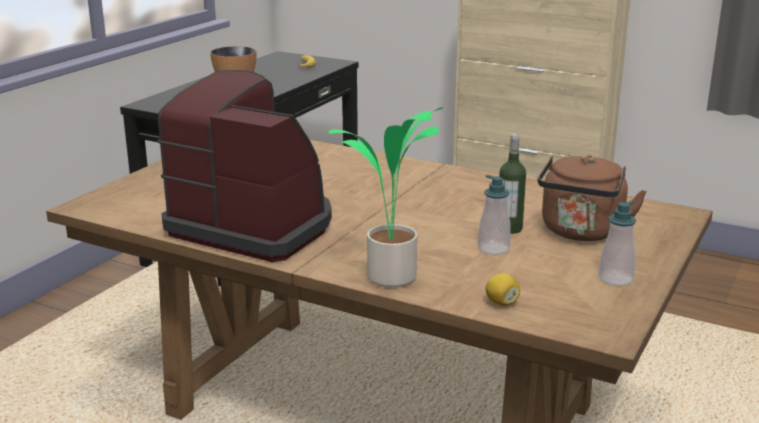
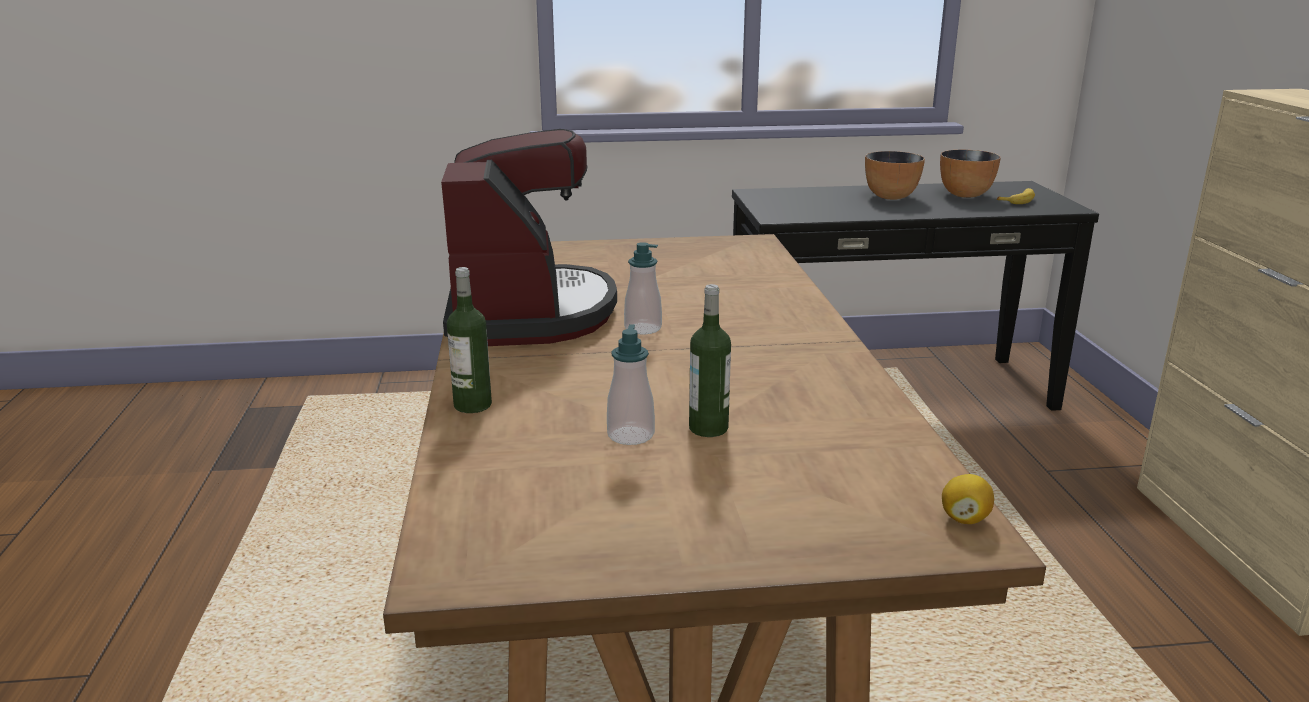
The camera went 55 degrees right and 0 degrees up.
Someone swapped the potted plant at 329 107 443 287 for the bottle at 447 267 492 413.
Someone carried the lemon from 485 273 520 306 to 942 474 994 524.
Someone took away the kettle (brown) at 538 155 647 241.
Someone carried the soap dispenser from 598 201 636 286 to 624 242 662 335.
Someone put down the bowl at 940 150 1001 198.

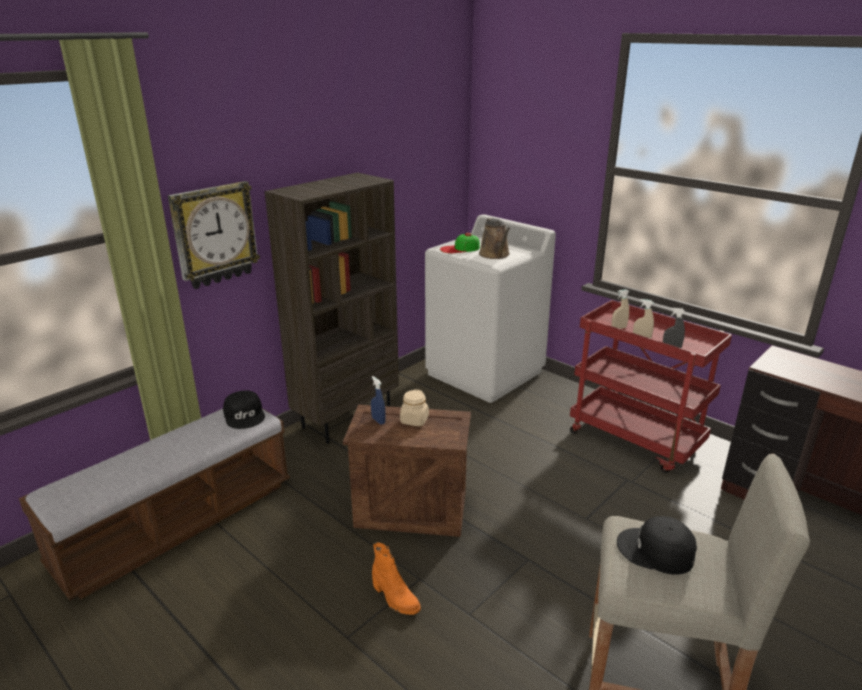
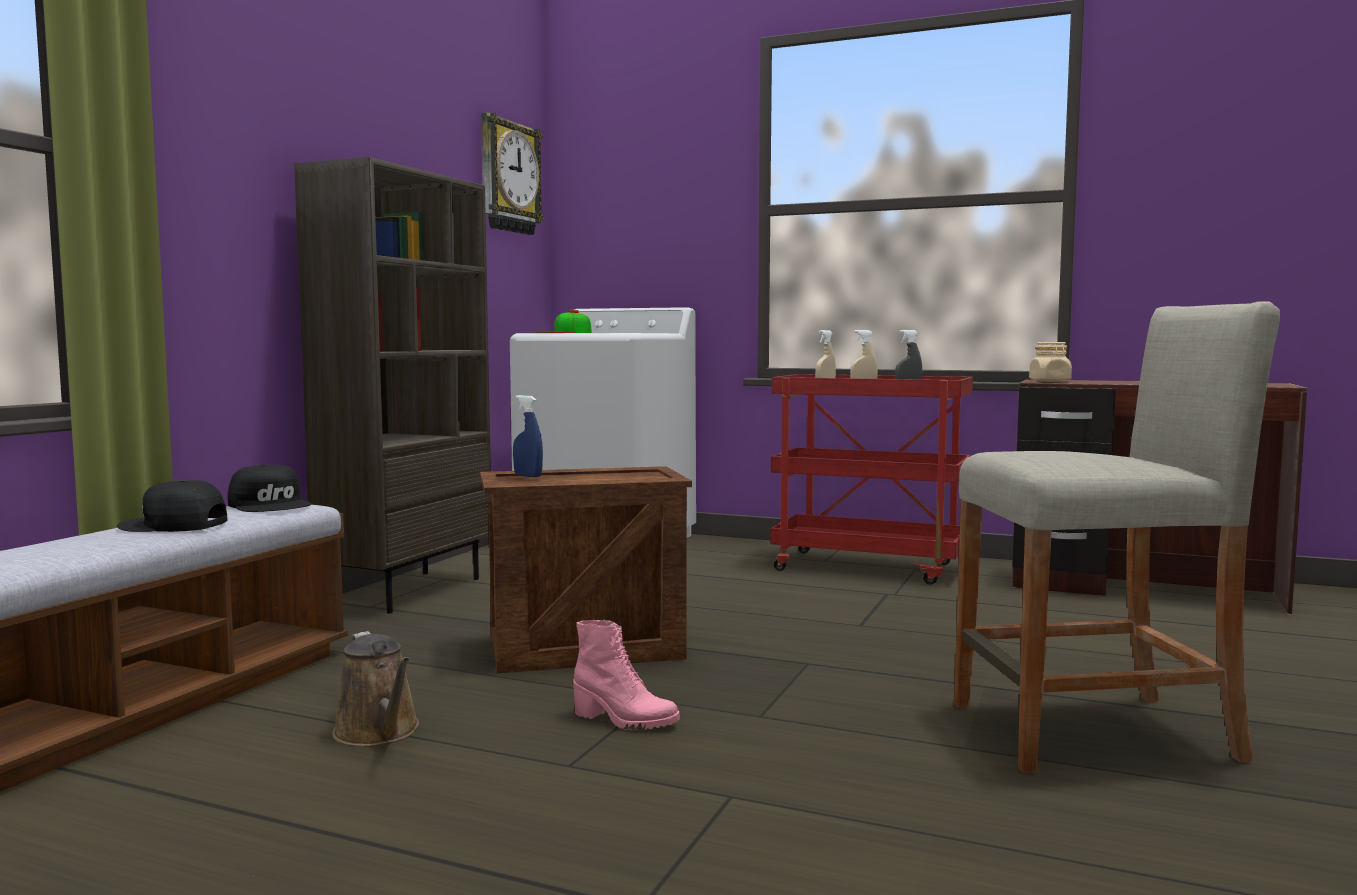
The camera went 20 degrees left and 20 degrees down.
Someone carried the wall clock from 168 181 260 289 to 481 112 544 235.
Someone repainted the boot (orange) at 372 542 421 615, which became the boot (pink) at 573 620 680 730.
Someone carried the jar (beige) from 400 389 429 426 to 1029 342 1072 382.
Someone carried the watering can (brown) from 479 218 510 259 to 332 631 419 747.
Someone carried the cap (black) from 617 516 697 575 to 117 480 228 532.

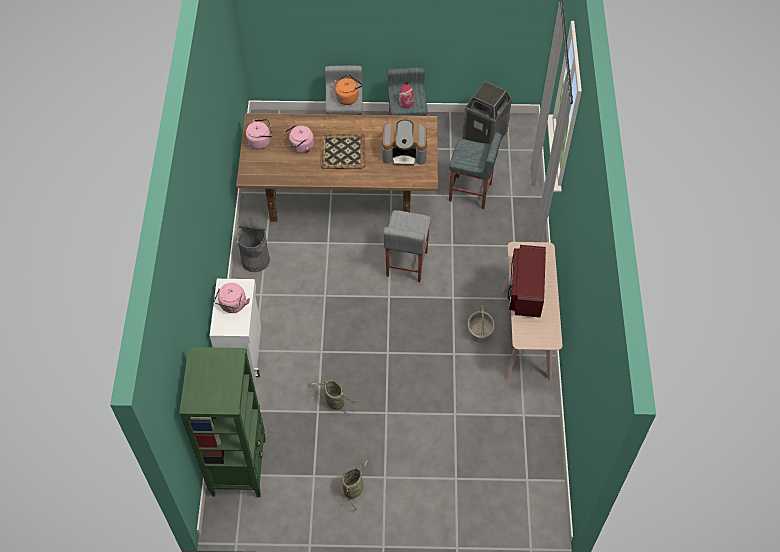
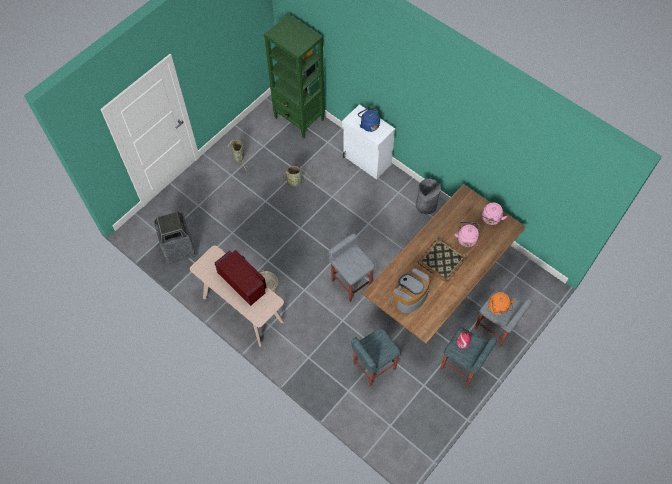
The camera went 130 degrees right and 5 degrees up.
Someone repainted the kettle (pink) at 214 283 250 313, which became the kettle (blue) at 358 106 380 132.
Someone carried the trash can from 462 81 512 144 to 154 212 196 264.

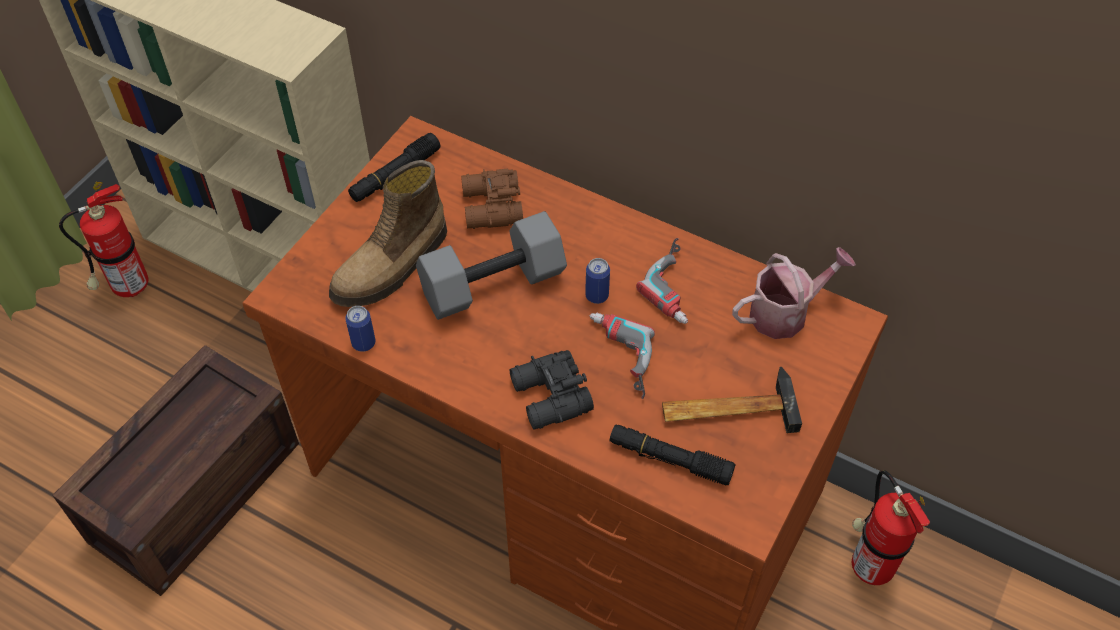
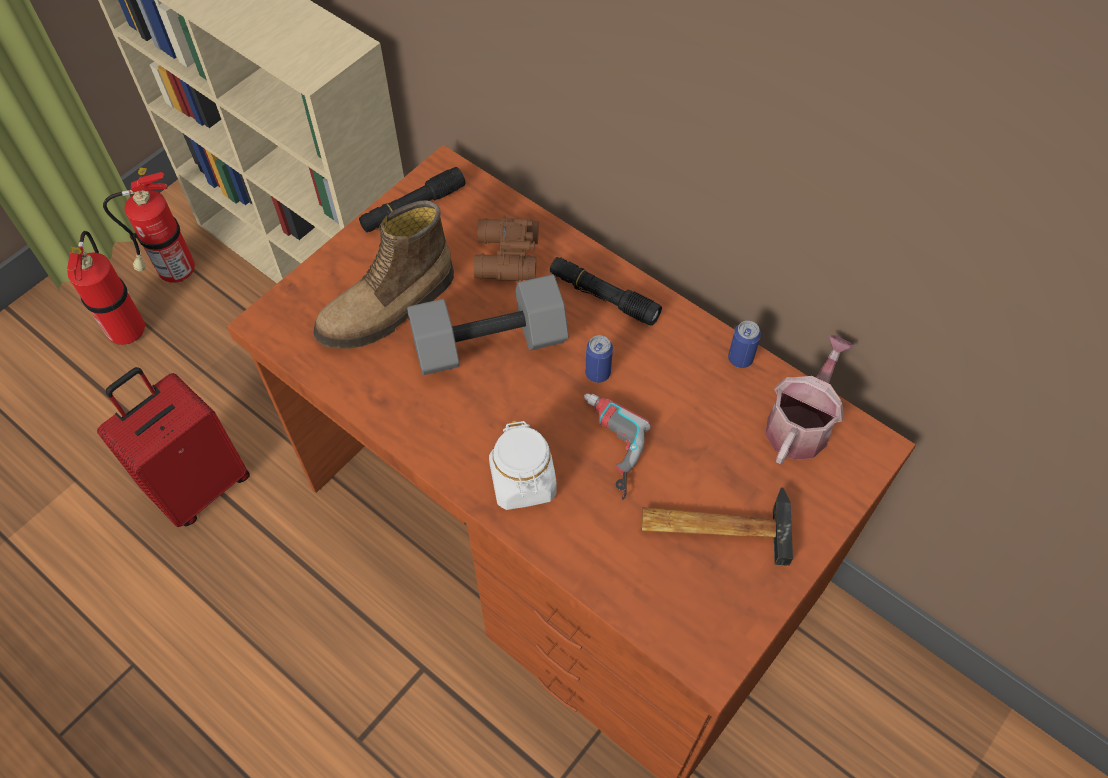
The camera went 10 degrees right and 5 degrees up.
Someone swapped the crate at 52 345 299 596 for the suitcase (red) at 97 367 250 527.
Someone carried the can from 345 306 376 352 to 728 321 761 368.
Someone swapped the binoculars (black) at 510 350 594 429 for the jar (white) at 489 421 557 510.
Someone carried the flashlight (black) from 610 424 735 485 to 550 257 662 326.
Someone took away the power drill at 636 238 688 324.
Someone rotated the watering can at 732 247 856 339 by 45 degrees counterclockwise.
Someone carried the fire extinguisher from 852 470 930 585 to 67 231 145 345.

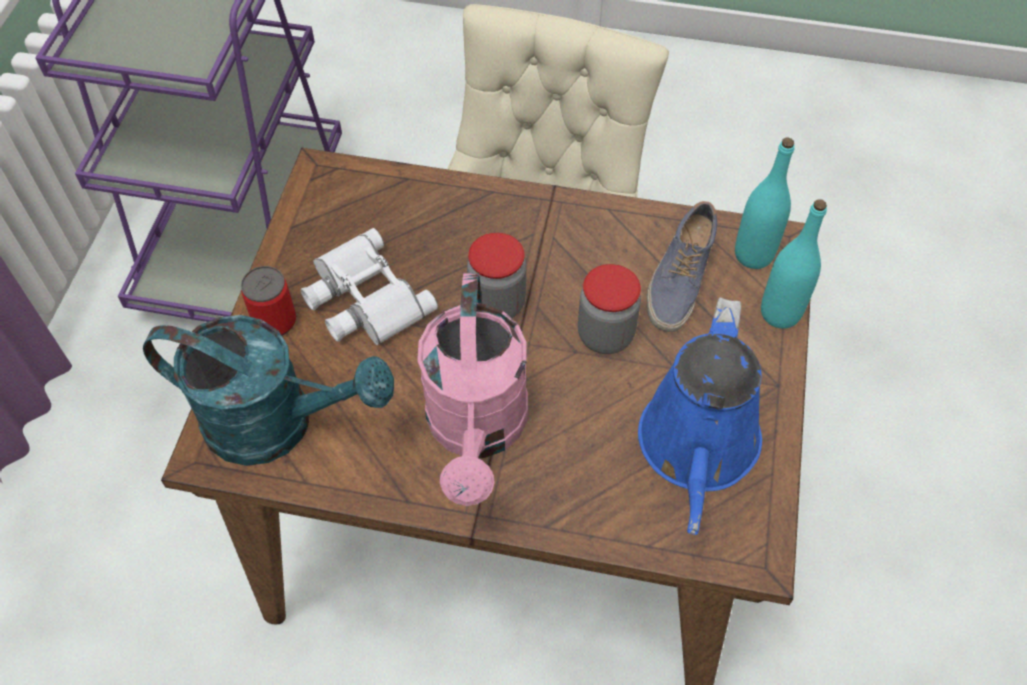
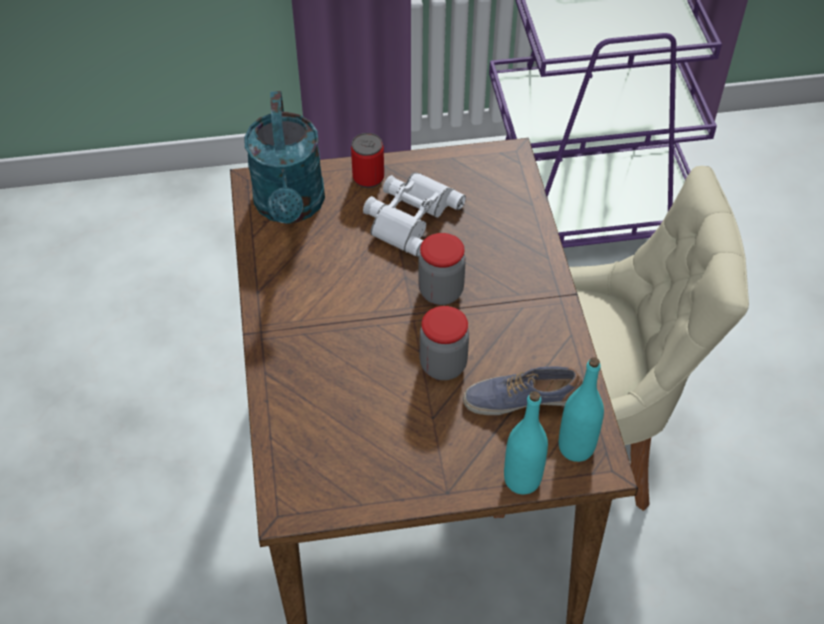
The camera went 70 degrees right and 5 degrees down.
Someone took away the watering can (pink) at 417 273 528 506.
Someone took away the watering can (blue) at 638 297 762 535.

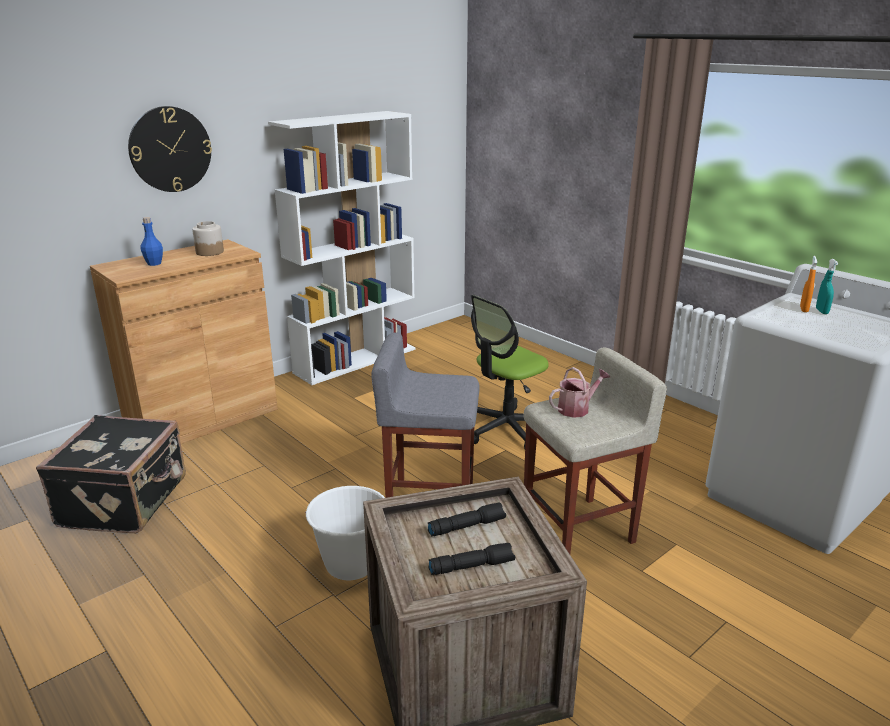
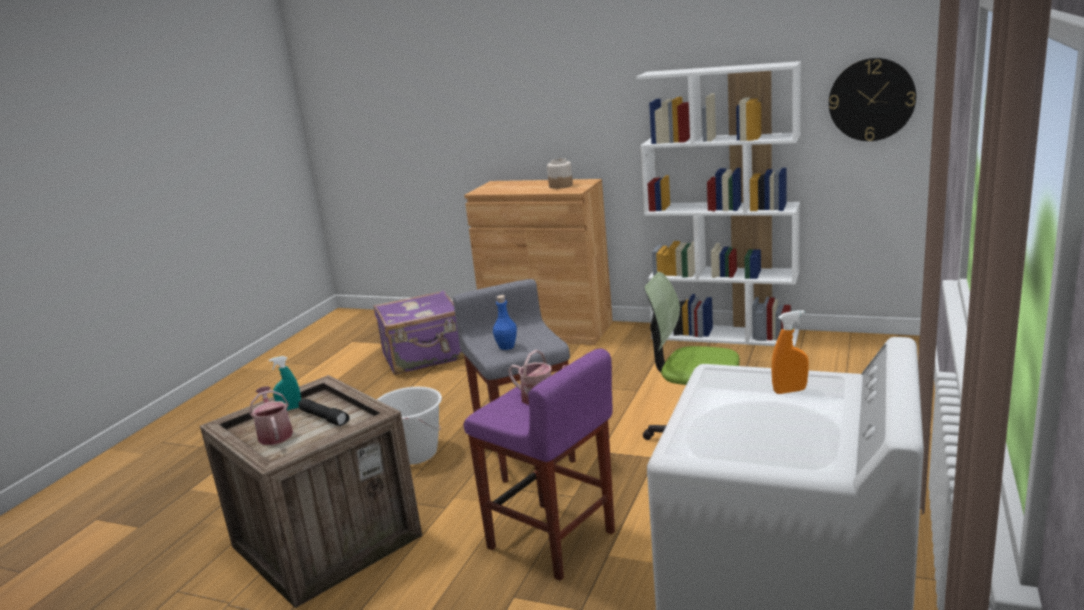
The camera went 65 degrees right and 5 degrees down.
Someone repainted the suitcase (black) at 36 415 186 533, which became the suitcase (purple) at 373 290 465 375.
Someone carried the wall clock from 128 106 212 192 to 829 58 916 141.
Someone carried the bottle (blue) from 141 217 163 266 to 493 295 517 350.
Someone swapped the flashlight (black) at 428 543 515 575 for the watering can at 250 386 293 445.
Someone repainted the stool (beige) at 524 347 667 554, which became the stool (purple) at 464 348 615 581.
Someone carried the spray bottle (turquoise) from 816 259 838 314 to 269 356 301 411.

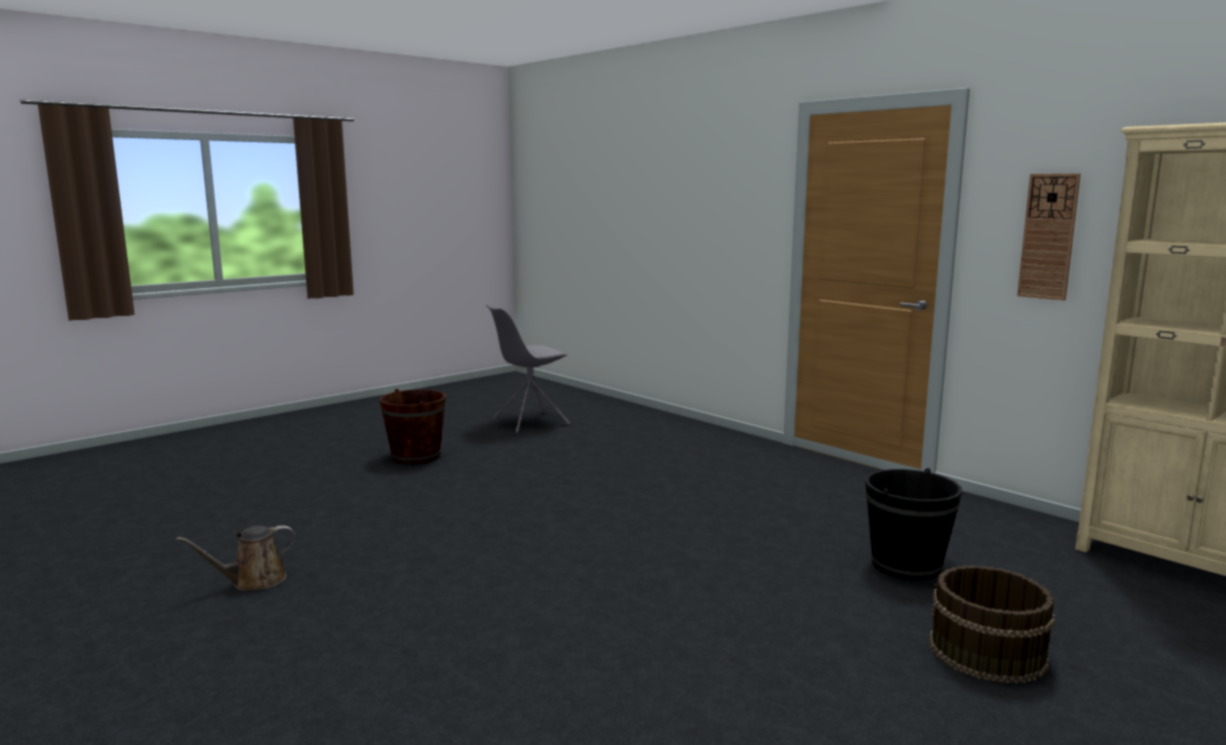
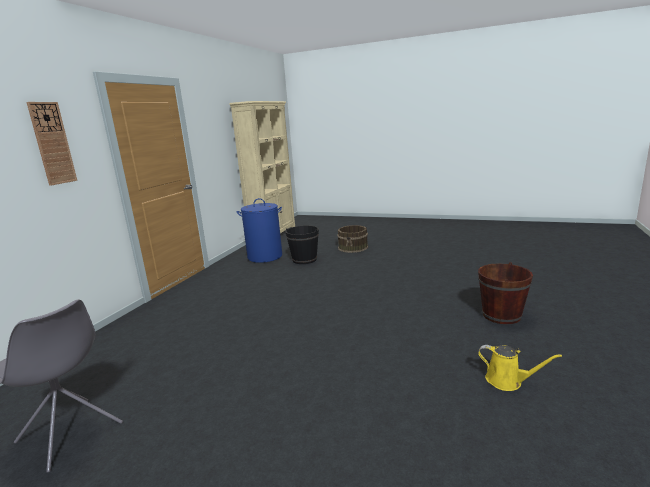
The camera went 115 degrees left and 5 degrees up.
Someone repainted the watering can (brown) at 176 525 295 591, which became the watering can (yellow) at 478 345 562 391.
Someone carried the bucket (brown) from 380 389 446 464 to 478 262 533 324.
Someone carried the wall clock from 1017 173 1081 301 to 26 102 77 186.
Someone put down the laundry basket (blue) at 237 198 282 263.

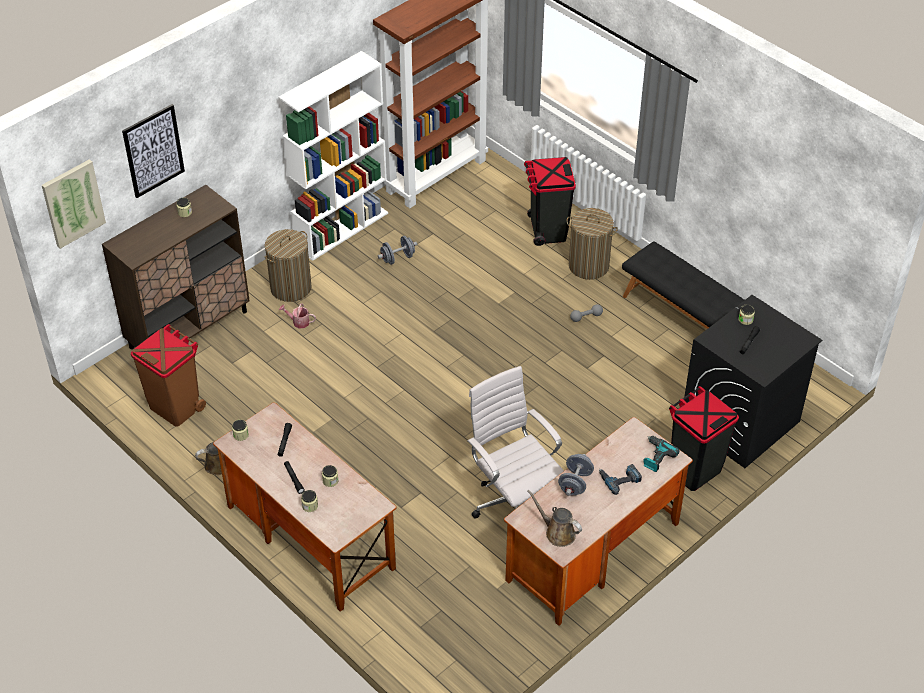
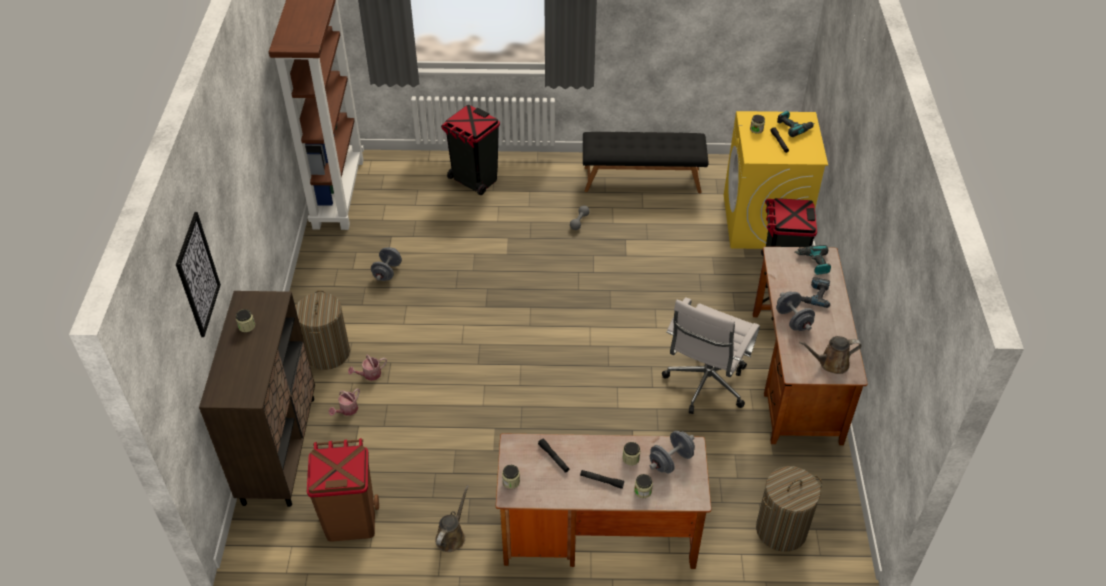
The camera went 45 degrees left and 0 degrees up.
Someone took away the picture at 42 159 106 249.
Someone took away the bookcase (white) at 278 51 388 261.
Someone rotated the office chair (white) at 467 366 564 519 by 75 degrees counterclockwise.
Someone carried the laundry basket from 567 208 618 280 to 756 466 822 552.
Someone repainted the washing machine (black) at 684 295 822 468, which became the washing machine (yellow) at 724 111 828 249.
Someone put down the watering can at 329 388 360 416.
Someone put down the dumbbell (grey) at 650 431 695 473.
Someone put down the power drill at 777 111 815 137.

